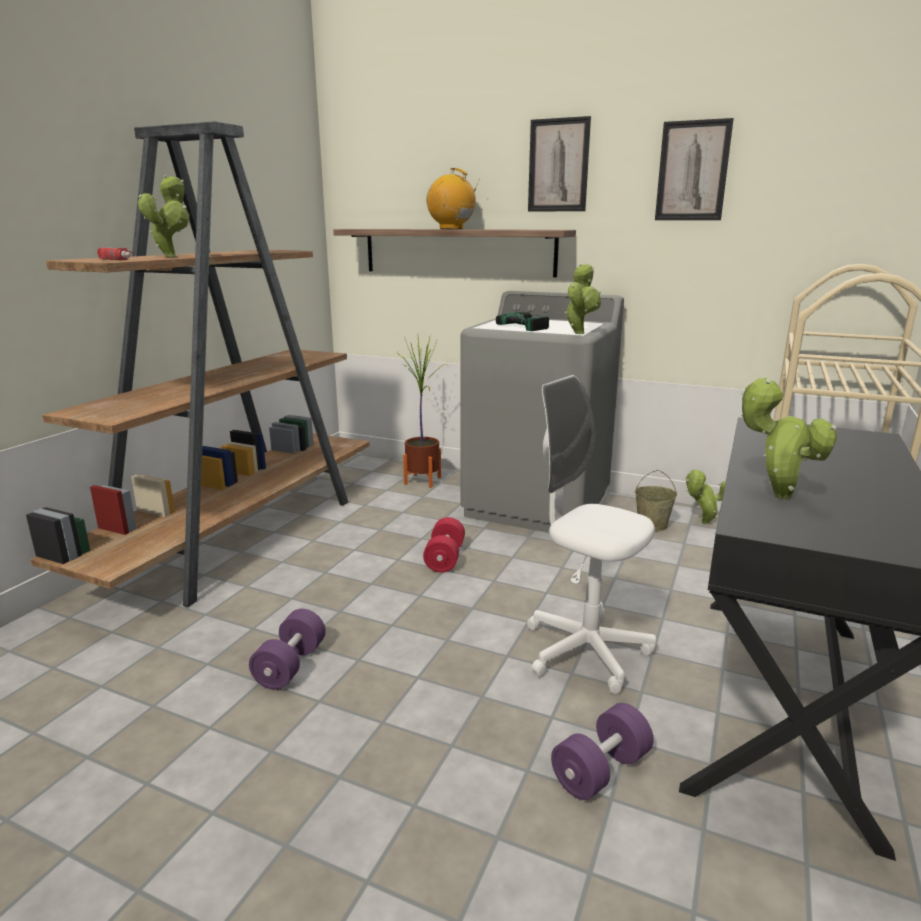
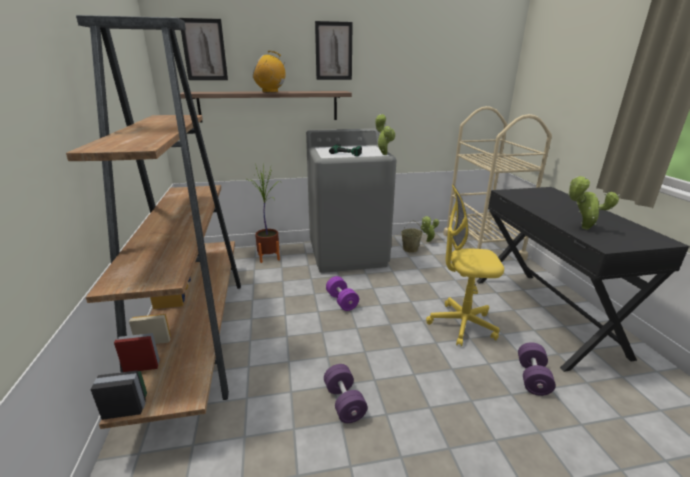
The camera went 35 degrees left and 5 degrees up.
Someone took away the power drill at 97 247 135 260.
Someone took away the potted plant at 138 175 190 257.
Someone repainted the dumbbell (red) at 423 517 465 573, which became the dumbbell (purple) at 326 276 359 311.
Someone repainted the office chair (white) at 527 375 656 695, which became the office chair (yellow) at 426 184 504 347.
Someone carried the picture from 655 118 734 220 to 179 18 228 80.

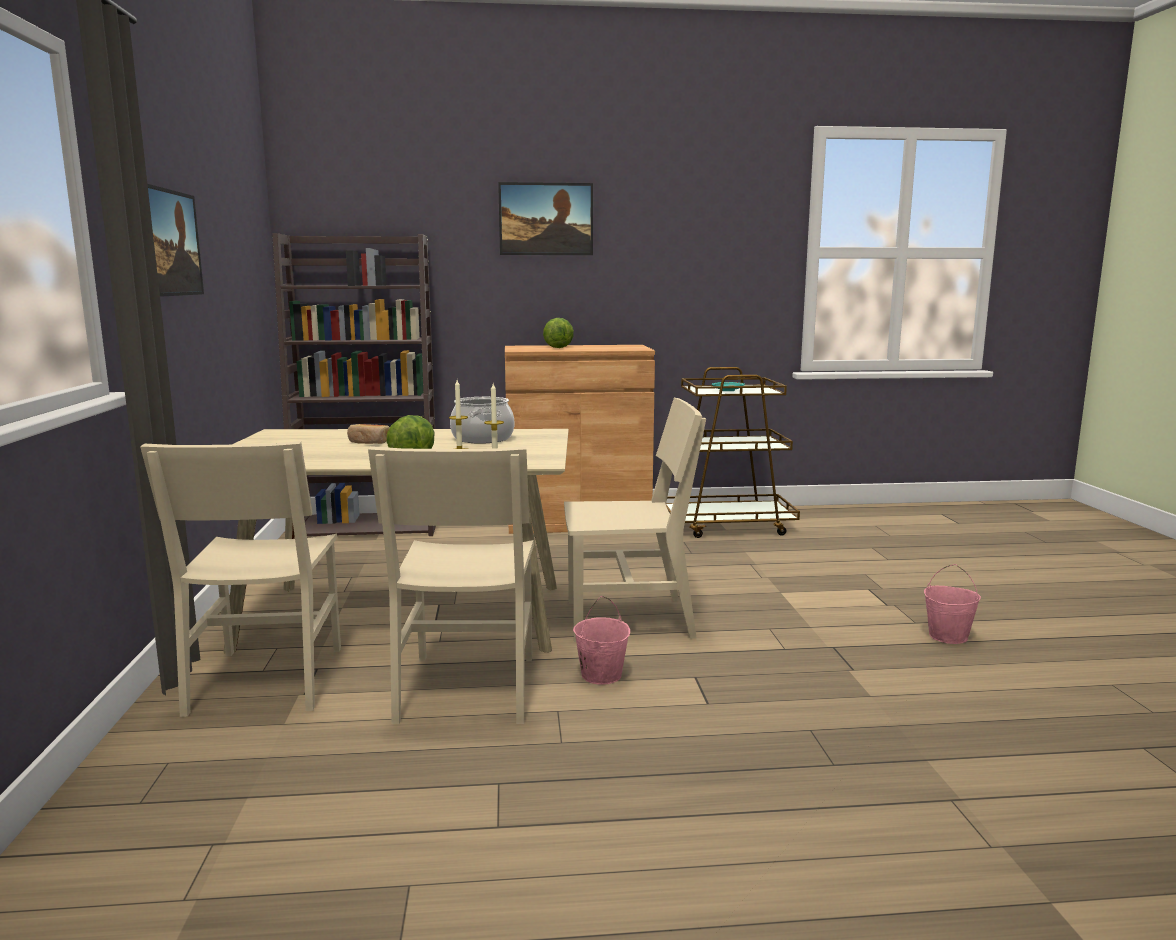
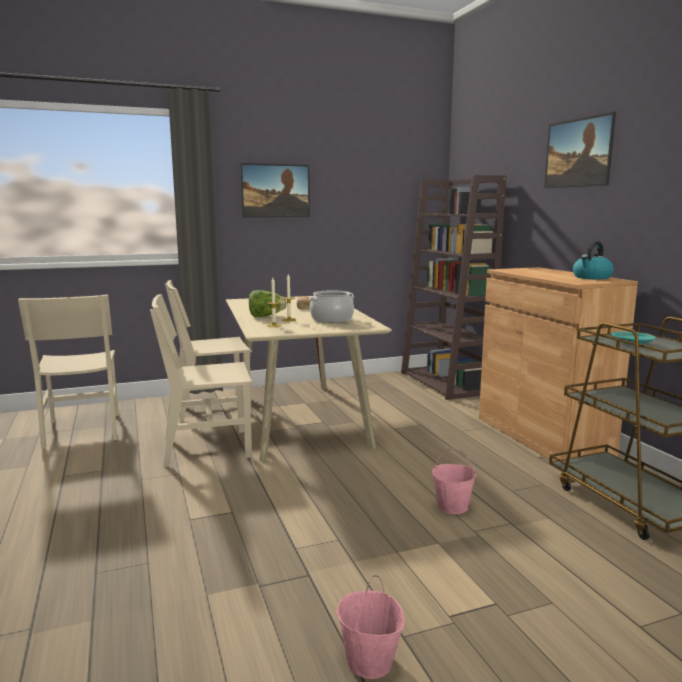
The camera went 75 degrees right and 0 degrees up.
Someone took away the lettuce at 543 318 574 348.
Someone carried the chair (beige) from 564 398 706 642 to 18 294 119 449.
Someone carried the bucket (pink) from 573 596 630 685 to 432 448 476 514.
Someone put down the kettle at 573 241 614 279.

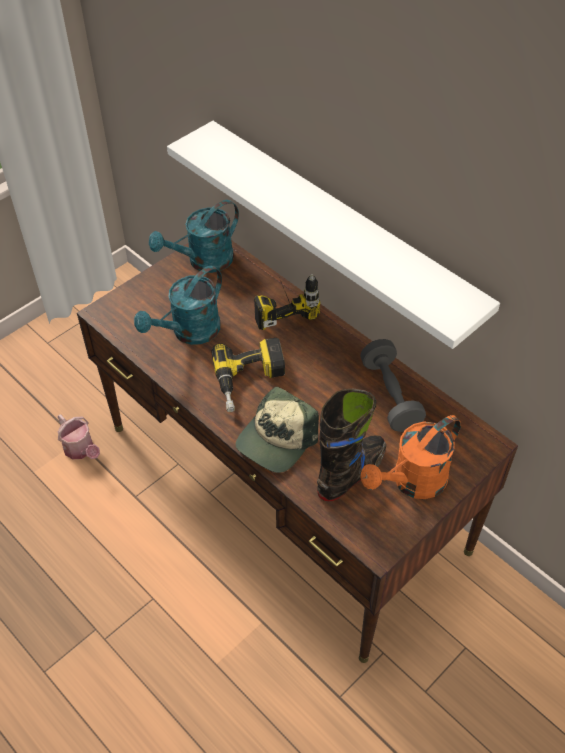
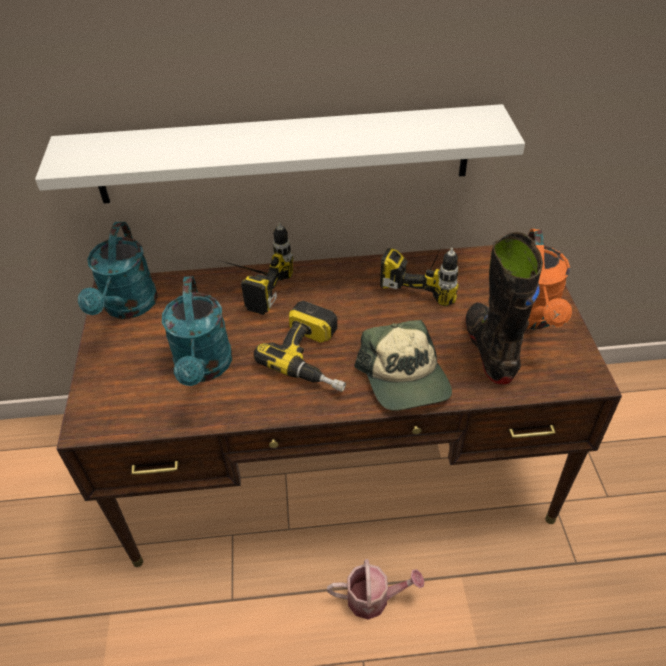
The camera went 50 degrees left and 5 degrees down.
Someone carried the watering can from 58 414 100 459 to 327 559 425 620.
Someone swapped the dumbbell (grey) at 360 339 426 432 for the power drill at 380 247 459 306.

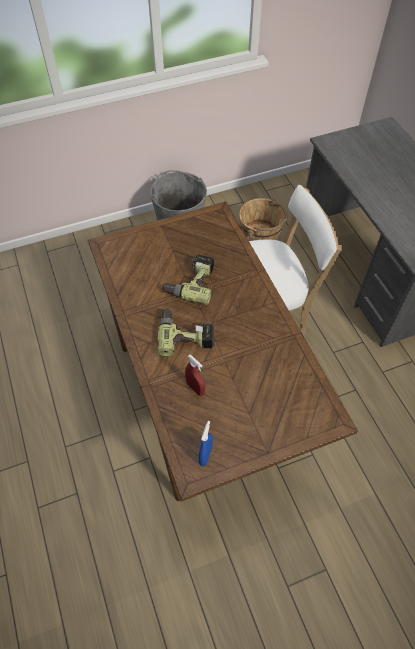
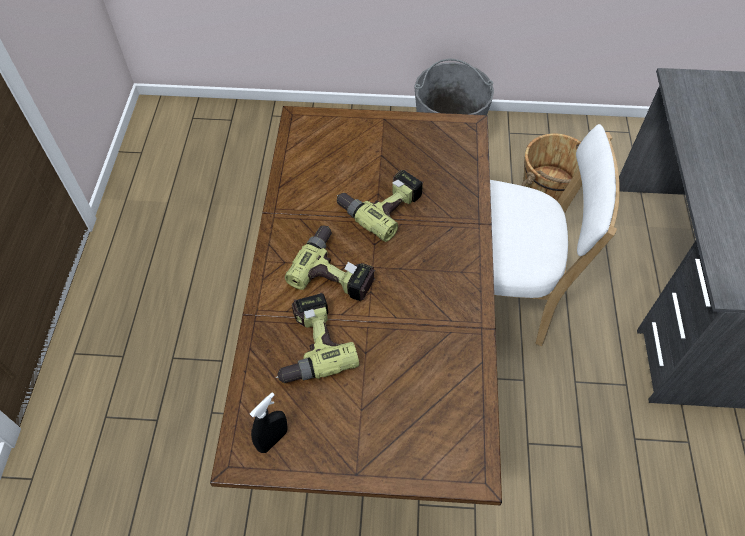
The camera went 25 degrees right and 0 degrees up.
Someone swapped the spray bottle (red) at 185 355 205 396 for the power drill at 276 293 359 383.
Someone repainted the spray bottle (blue) at 199 421 213 466, which became the spray bottle (black) at 250 392 288 453.

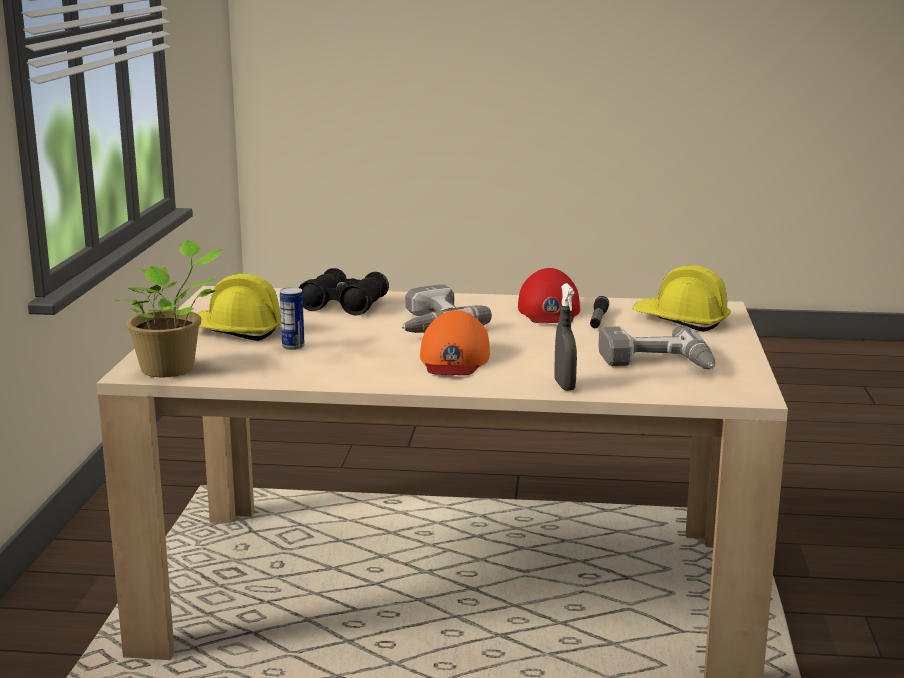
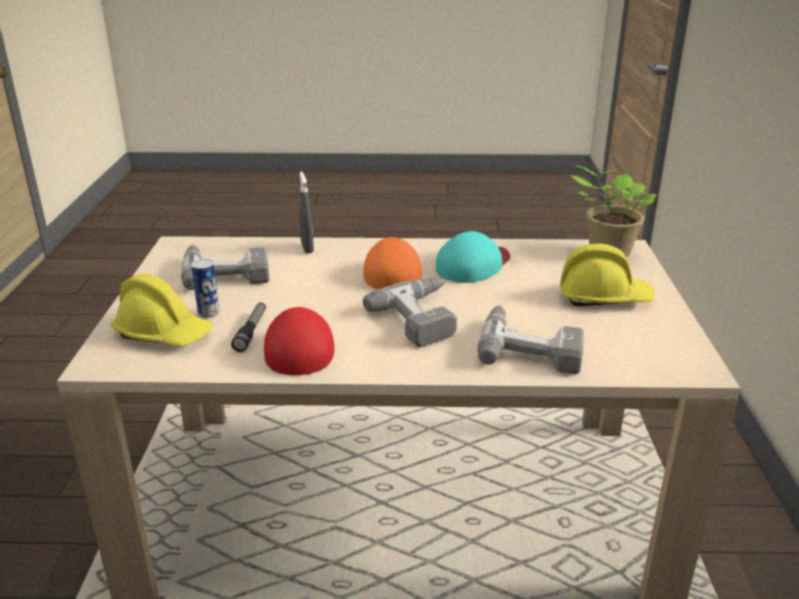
The camera went 175 degrees right and 10 degrees up.
Someone carried the can from 280 287 305 350 to 191 259 219 318.
Someone swapped the binoculars (black) at 299 268 389 315 for the power drill at 477 305 584 374.
Someone put down the cap (turquoise) at 436 231 510 283.

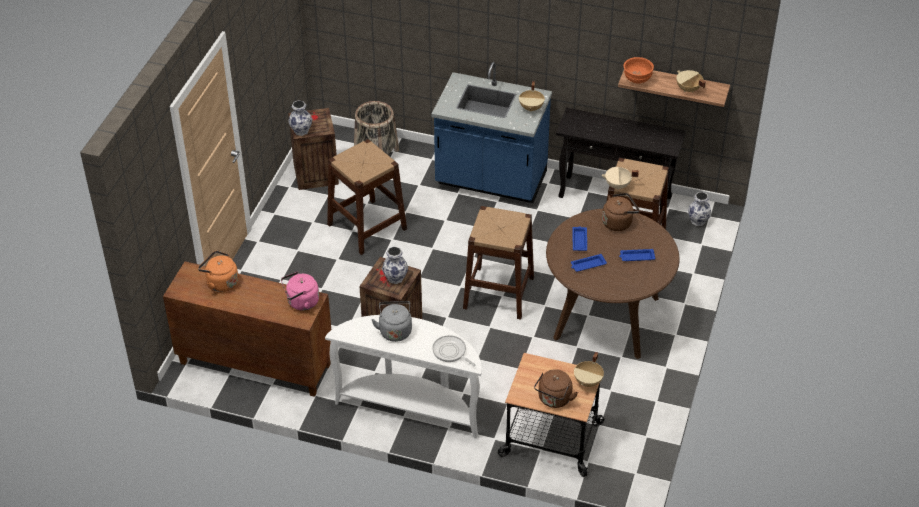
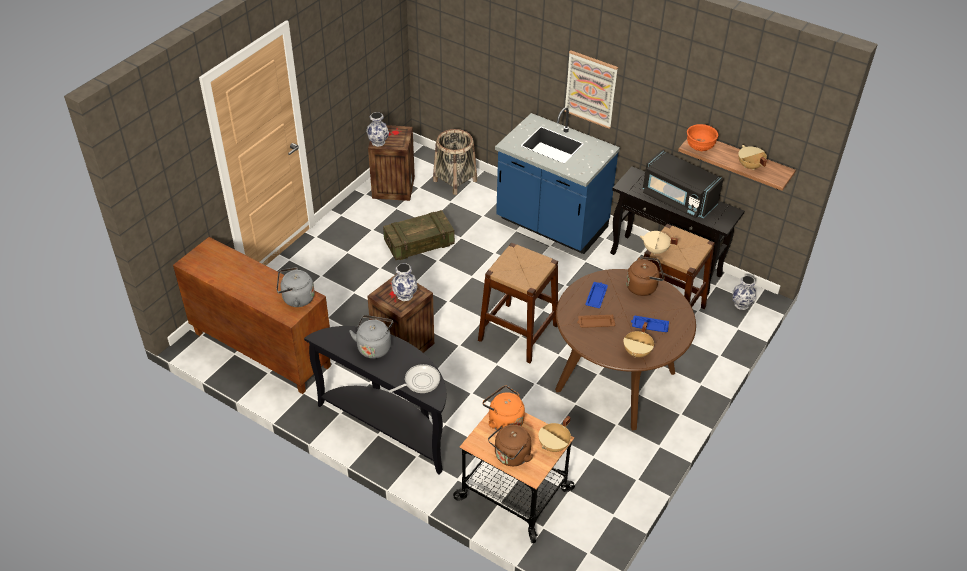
The camera went 15 degrees right and 0 degrees up.
Someone carried the kettle (orange) from 198 251 238 292 to 483 386 525 430.
Someone repainted the kettle (pink) at 281 272 319 310, which became the kettle (grey) at 276 267 315 307.
Someone repainted the console table (white) at 325 315 482 439, which became the console table (black) at 304 326 446 475.
Someone swapped the stool (brown) at 327 139 407 255 for the crate at 383 210 455 260.
Someone rotated the frying pan at 432 335 476 366 by 90 degrees clockwise.
Someone carried the cooking pot (beige) from 519 81 545 112 to 623 322 654 358.
Someone repainted the tray (blue) at 571 254 607 272, which became the tray (brown) at 577 314 615 328.
Someone put up the picture at 564 50 618 129.
Someone put down the microwave (black) at 643 150 723 219.

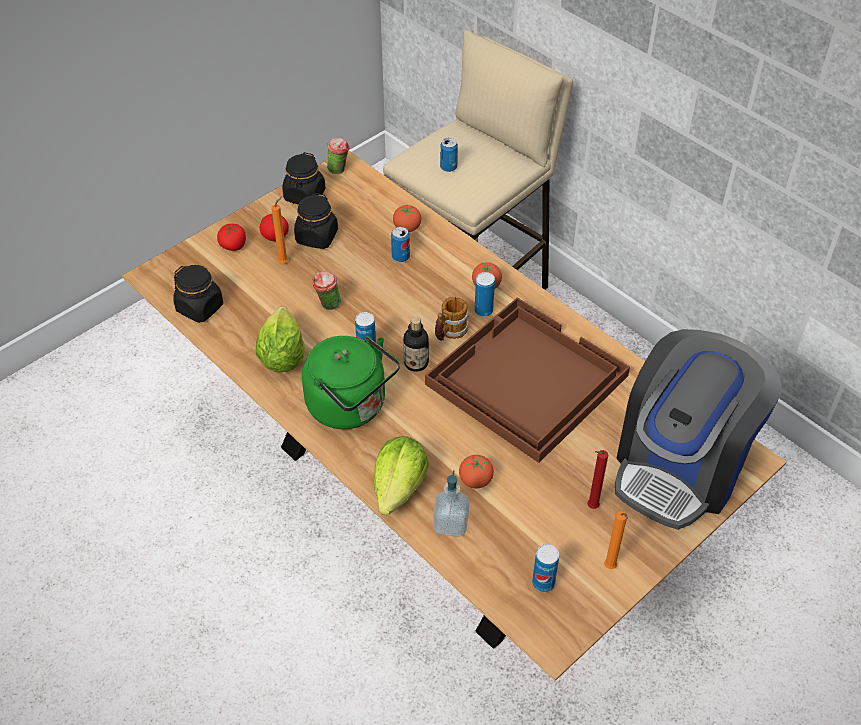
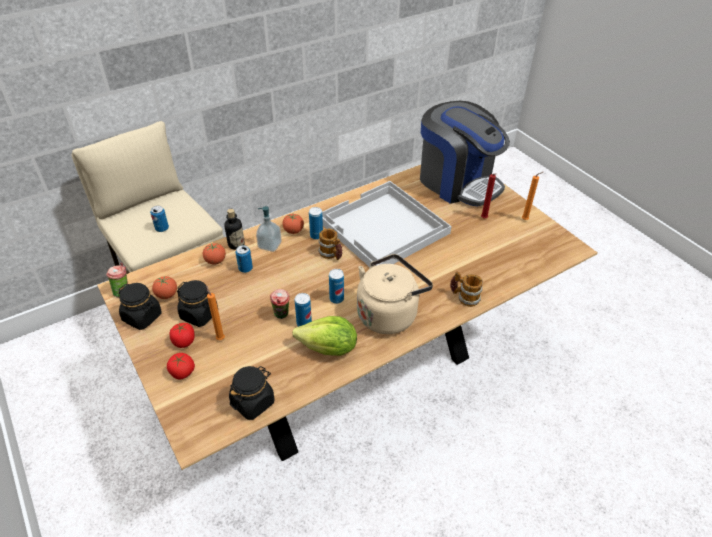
The camera went 80 degrees left and 5 degrees down.
Someone repainted the kettle (green) at 302 336 400 429, which became the kettle (beige) at 357 254 433 334.
Someone swapped the lettuce at 374 436 429 515 for the mug at 450 271 483 307.
Someone carried the bottle from 403 317 429 372 to 224 209 245 250.
Someone repainted the tray (brown) at 425 297 630 463, which became the tray (white) at 322 181 452 267.
Someone carried the soap dispenser from 433 470 469 537 to 256 206 281 252.
Someone carried the tomato from 459 455 494 489 to 152 276 177 299.
Someone carried the can from 532 544 559 592 to 295 293 312 327.

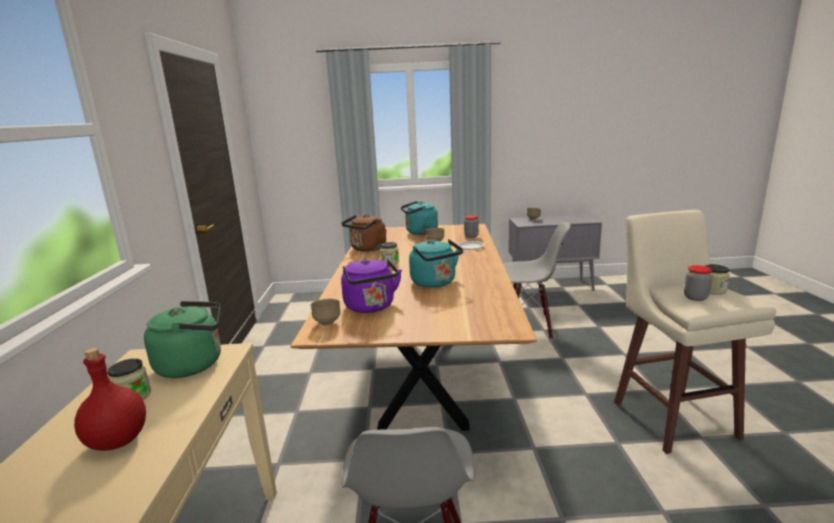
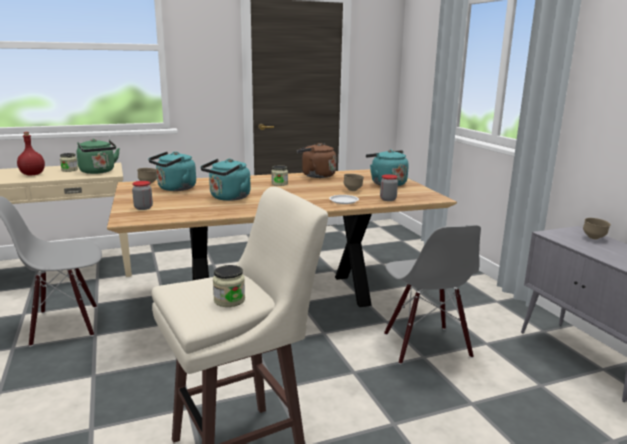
The camera went 70 degrees right and 0 degrees up.
Someone repainted the kettle (purple) at 341 258 402 313, which became the kettle (turquoise) at 148 151 196 191.
Someone carried the jar from 684 265 712 301 to 132 181 153 210.

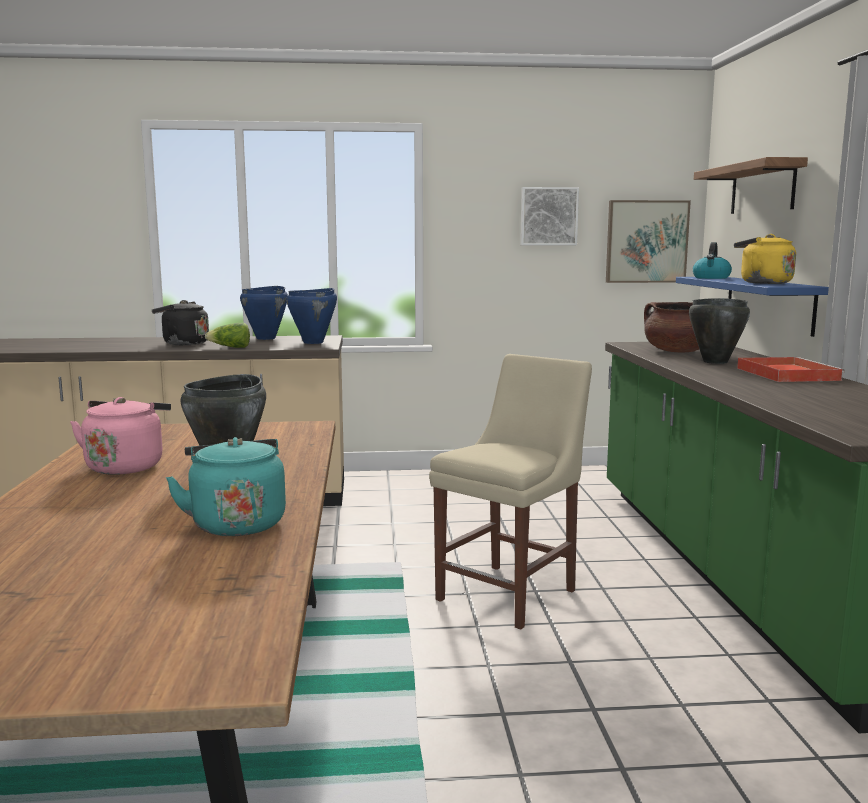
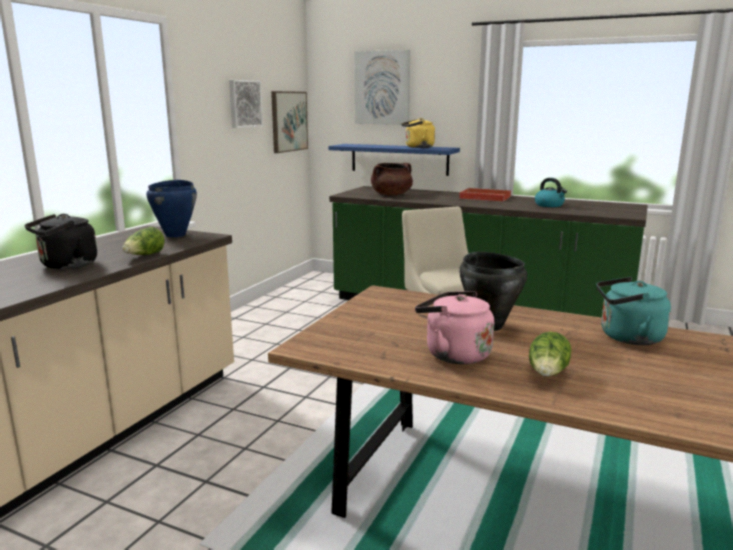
The camera went 60 degrees left and 5 degrees up.
Someone took away the cooking pot (blue) at 240 286 288 340.
Someone took away the cooking pot (black) at 689 298 750 364.
Someone carried the kettle from 693 242 732 279 to 535 178 567 207.
Someone swapped the shelf at 694 157 808 214 for the picture at 354 50 410 125.
Someone put down the lettuce at 529 331 572 377.

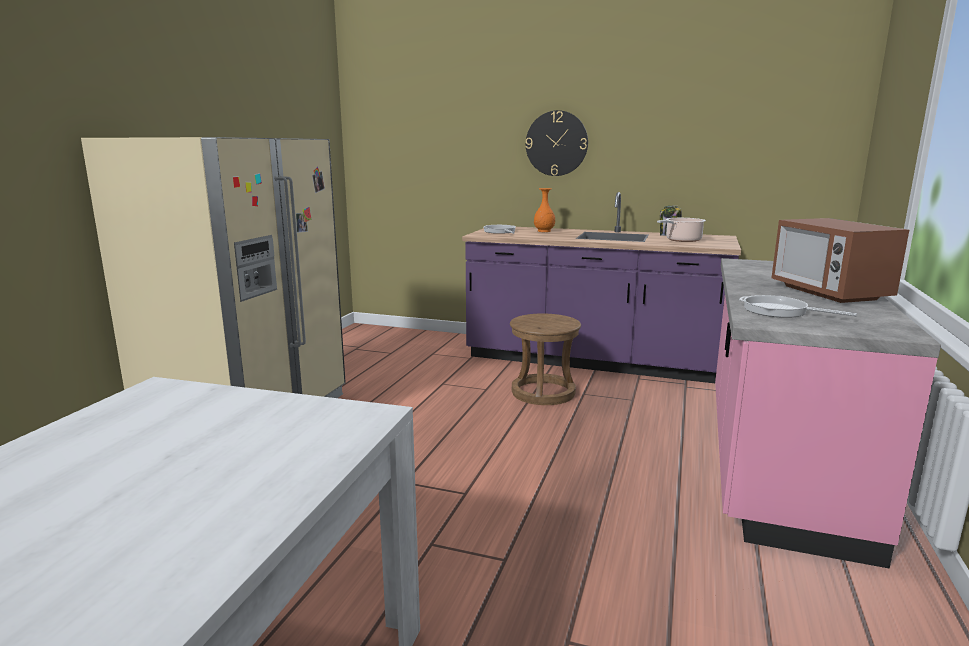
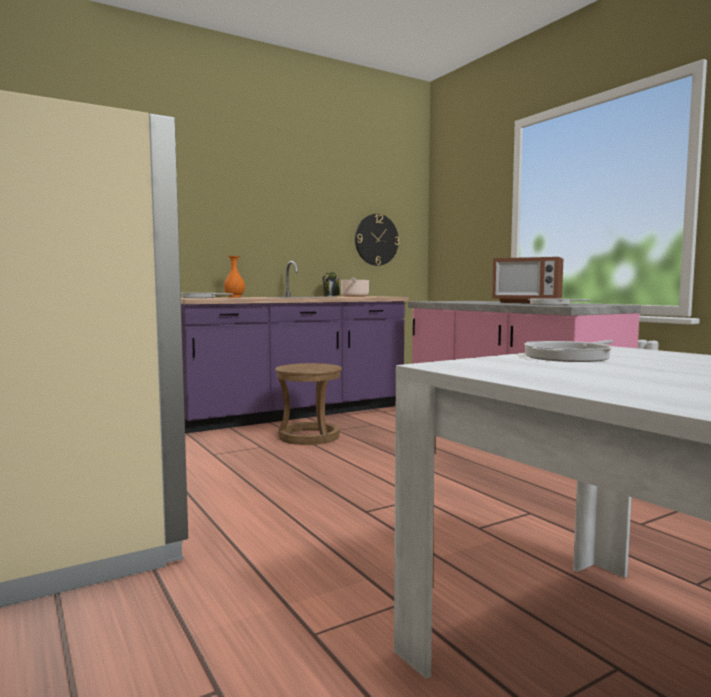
The camera went 50 degrees left and 10 degrees down.
Someone carried the wall clock from 526 110 588 176 to 355 214 399 266.
Someone put down the frying pan at 524 340 613 362.

